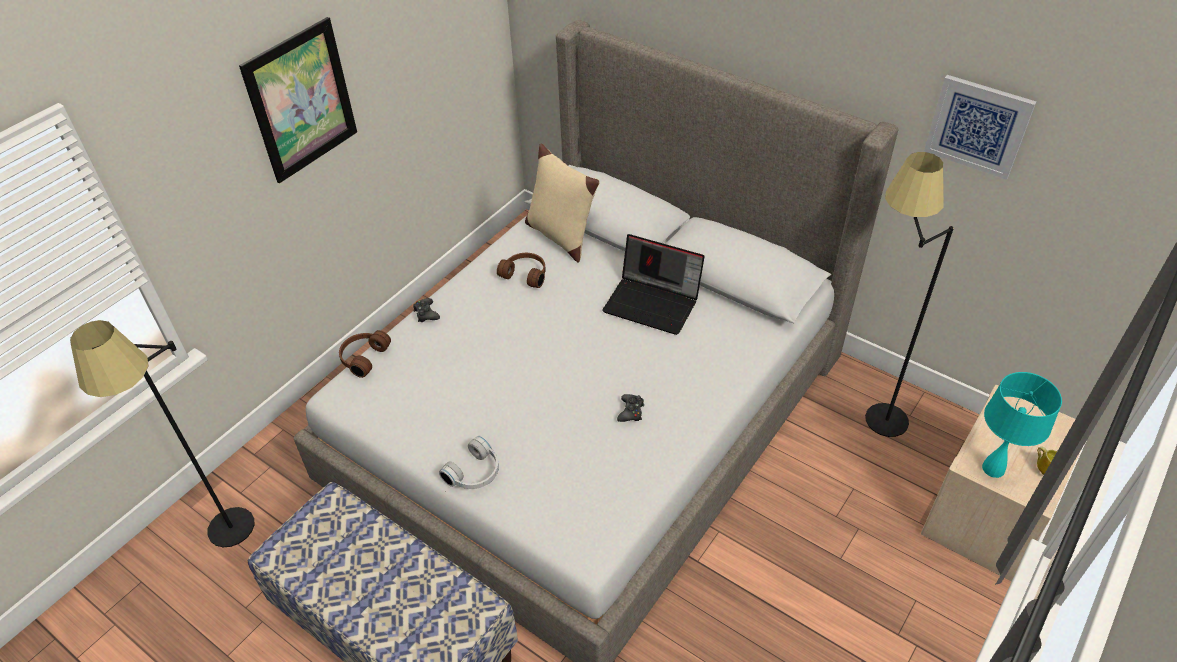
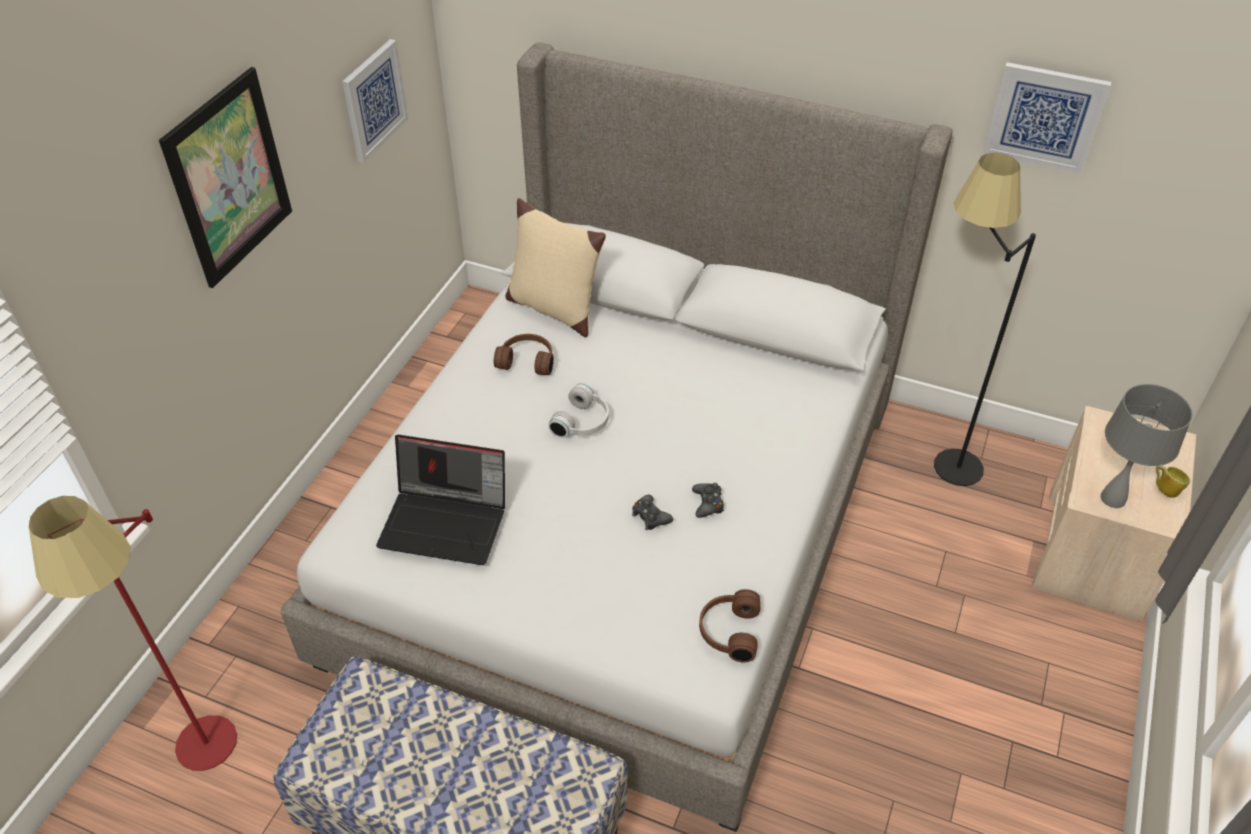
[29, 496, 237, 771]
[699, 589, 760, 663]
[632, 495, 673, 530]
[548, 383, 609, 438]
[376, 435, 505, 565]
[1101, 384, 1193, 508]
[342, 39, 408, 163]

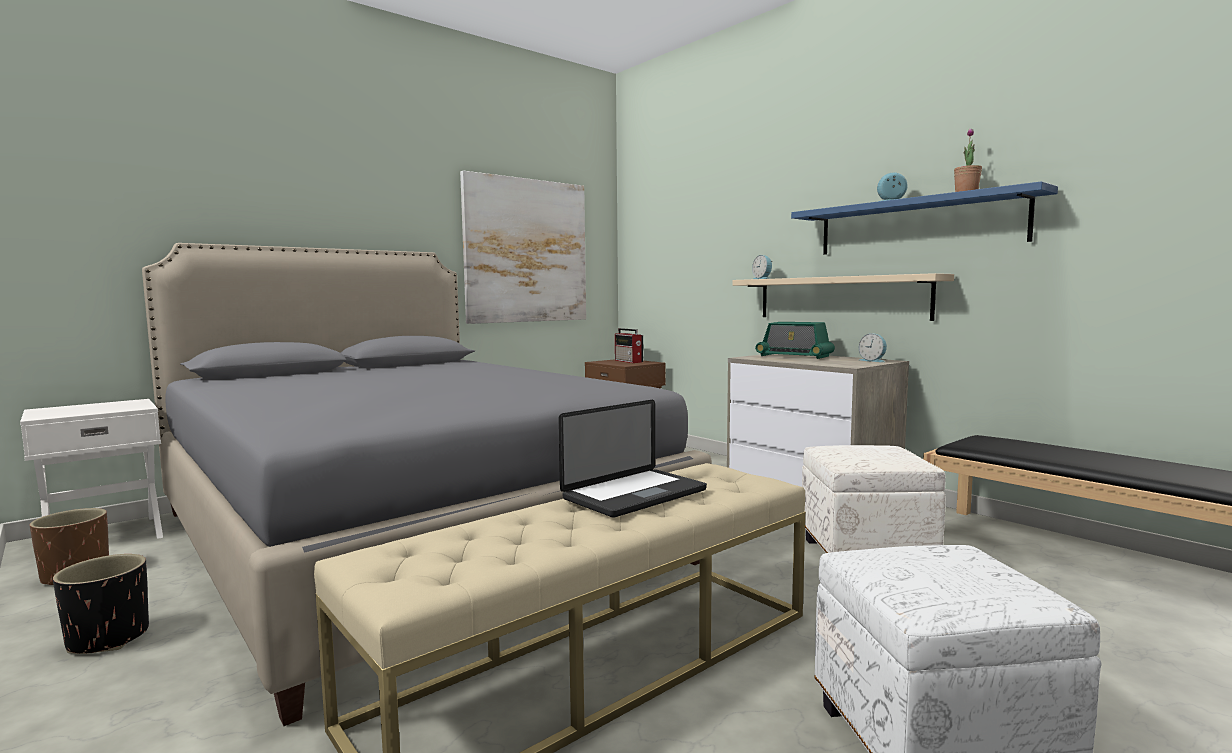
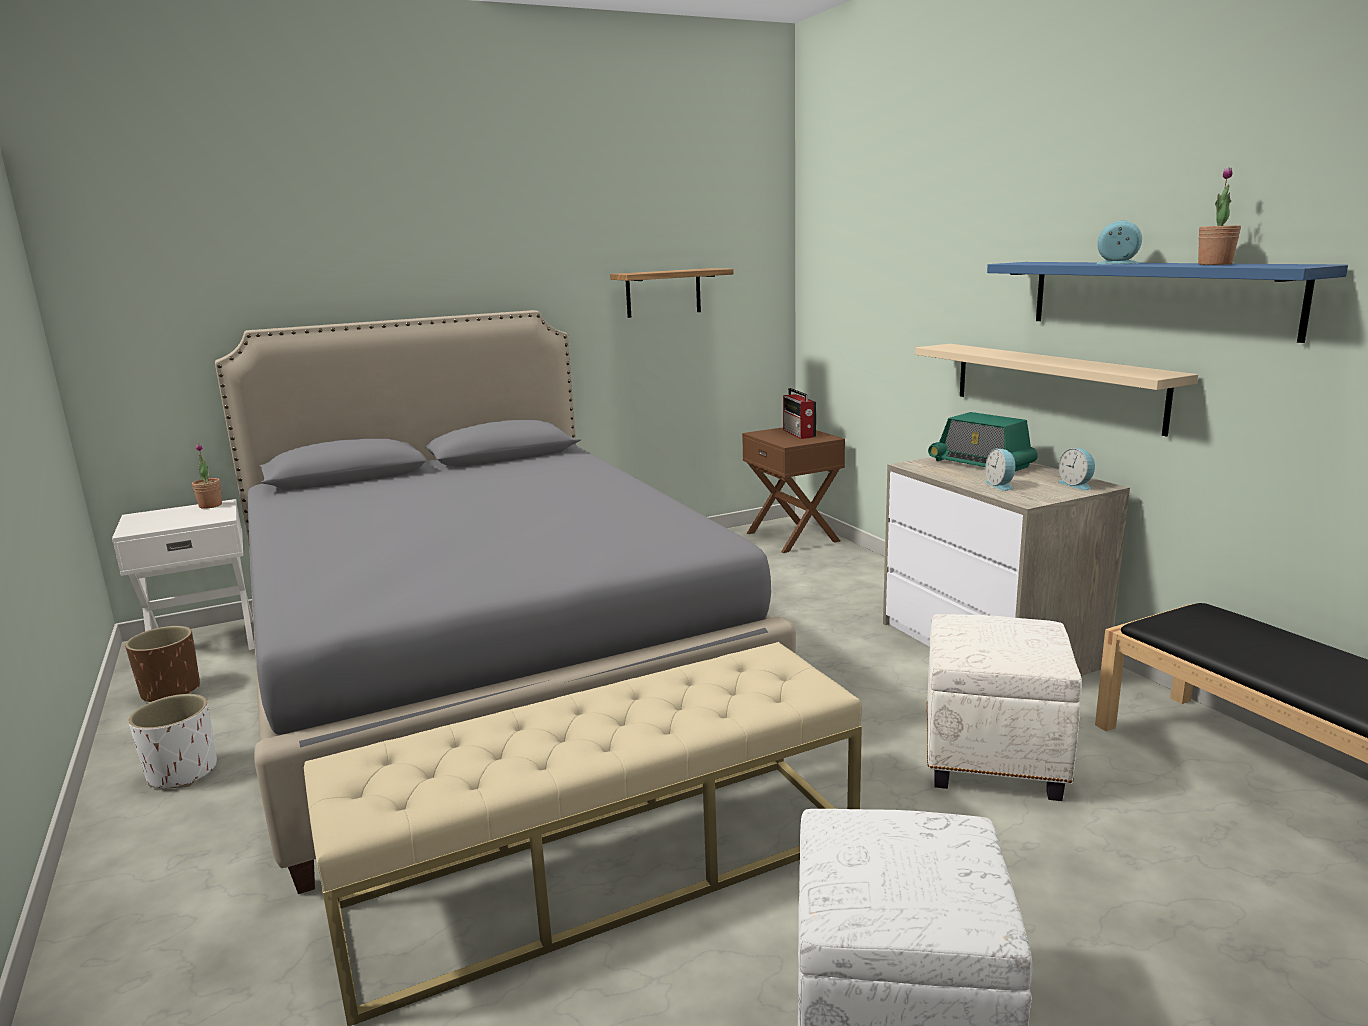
[129, 694, 217, 788]
[610, 268, 734, 318]
[559, 400, 707, 518] (first image)
[985, 449, 1017, 491]
[192, 443, 222, 509]

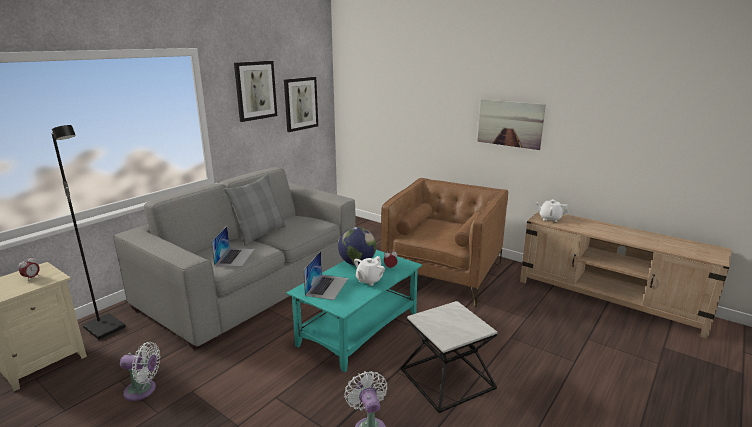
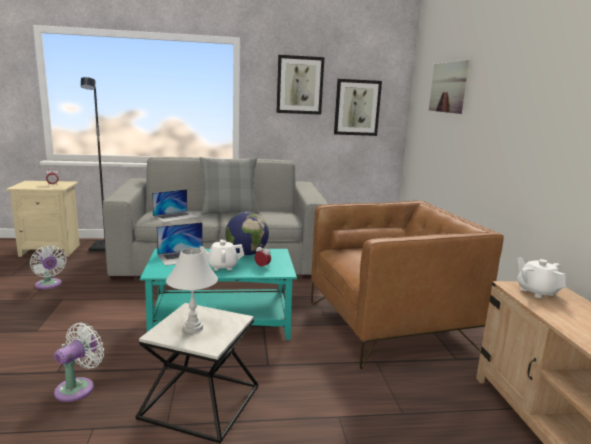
[429, 60, 469, 114]
[166, 248, 218, 333]

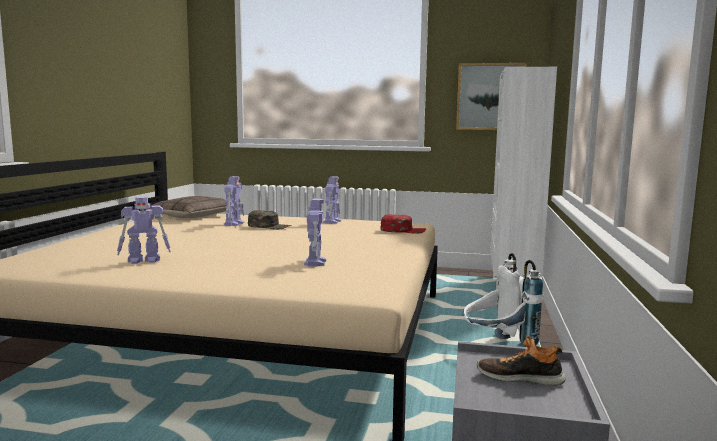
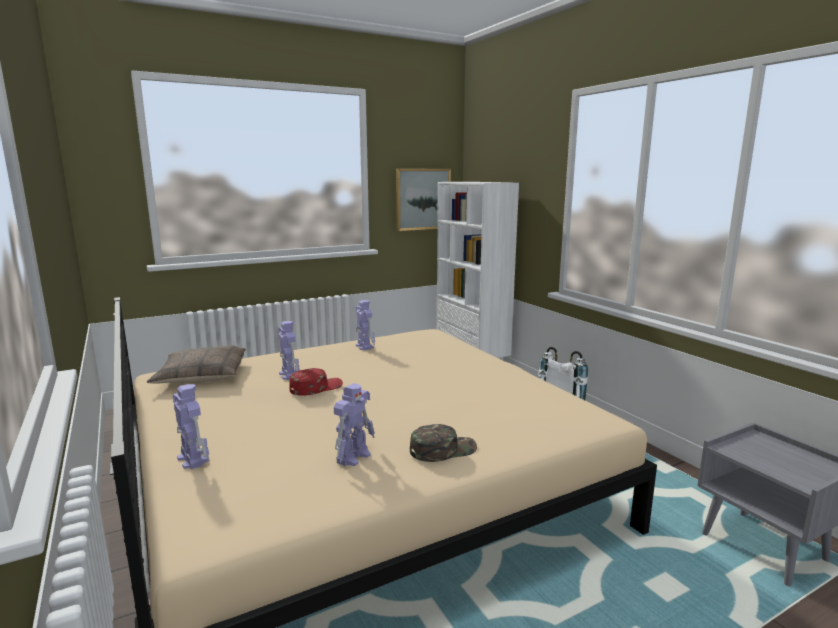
[410, 424, 477, 462]
[173, 384, 209, 469]
[289, 368, 343, 395]
[477, 335, 566, 386] (first image)

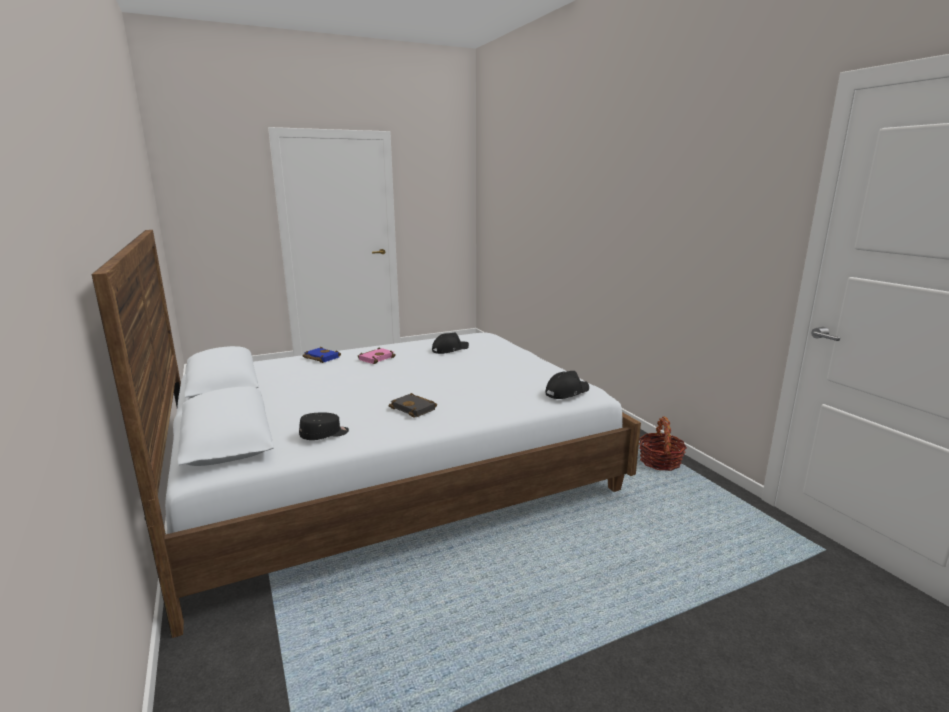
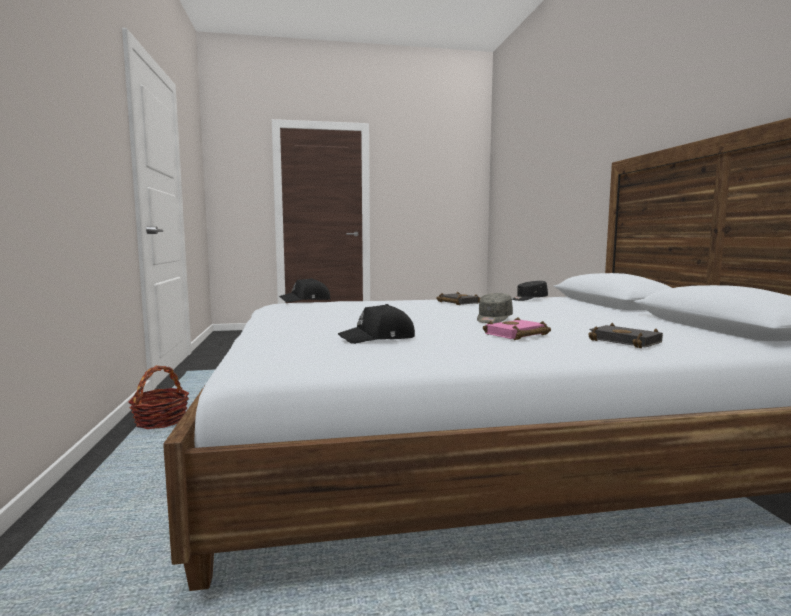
[588, 323, 663, 348]
[477, 293, 513, 323]

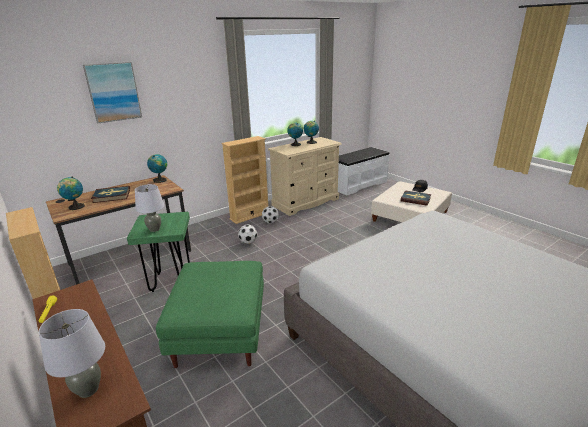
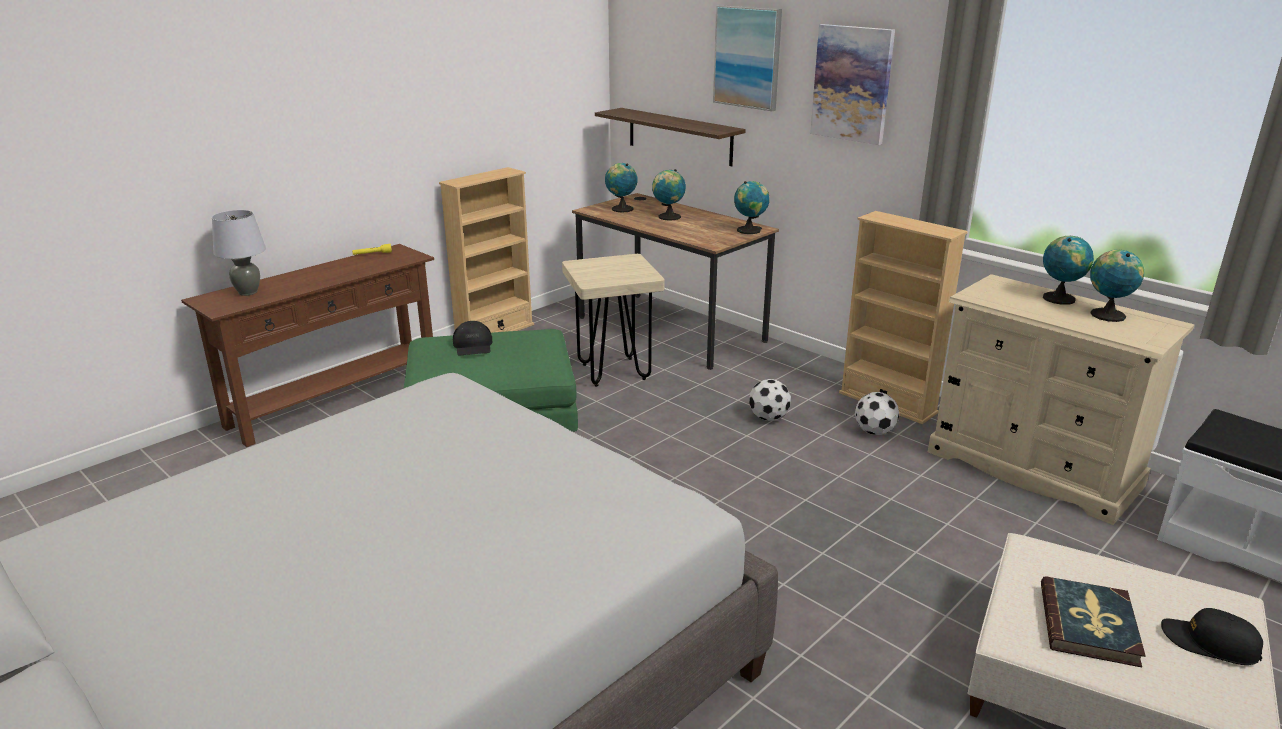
[652, 169, 686, 221]
[562, 254, 665, 387]
[135, 184, 165, 232] (first image)
[453, 321, 492, 356]
[595, 108, 746, 166]
[810, 24, 895, 145]

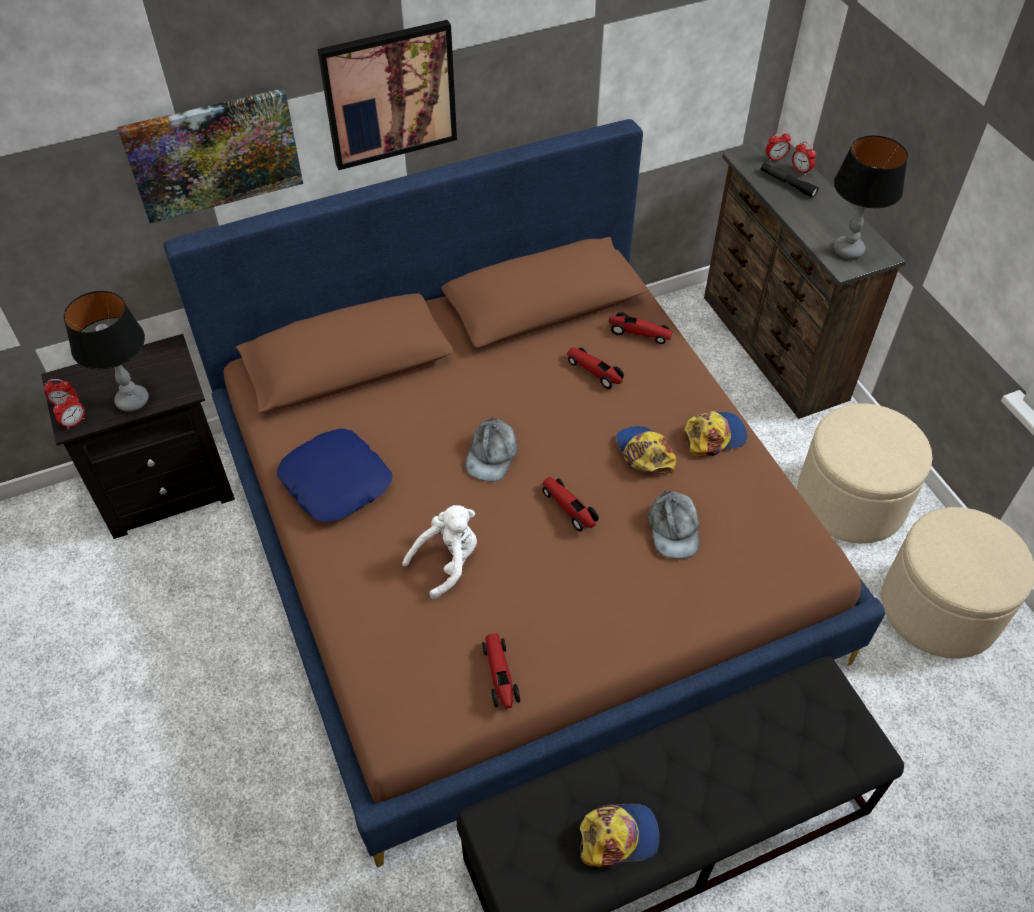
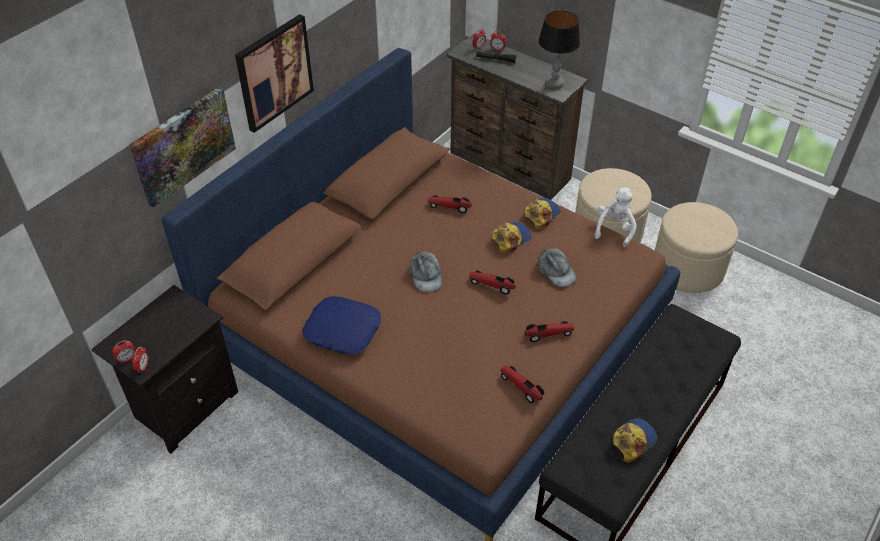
[64, 291, 149, 412] (first image)
[595, 187, 636, 247]
[524, 321, 574, 342]
[492, 222, 532, 253]

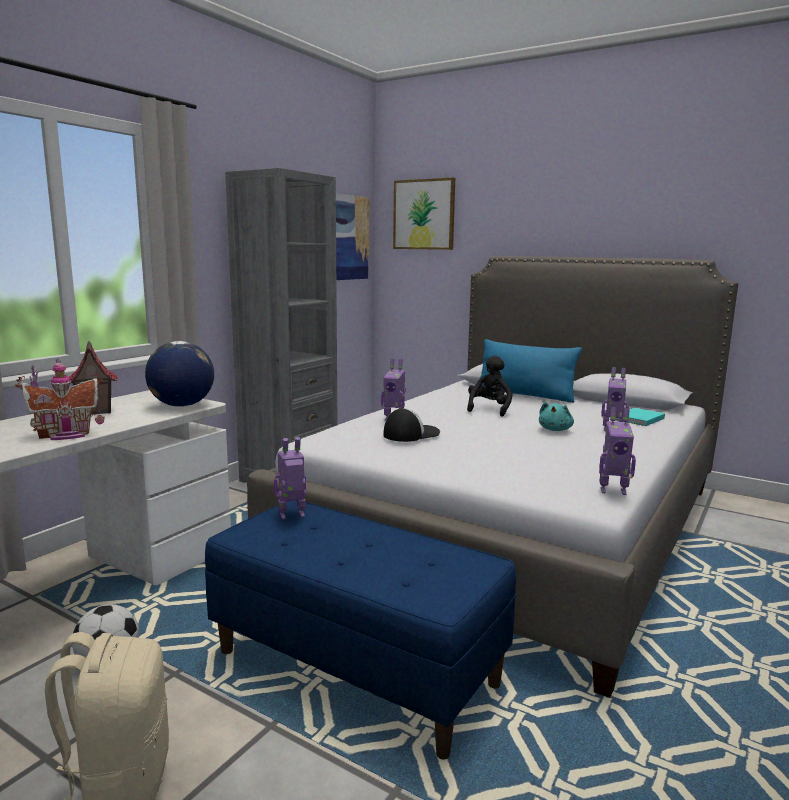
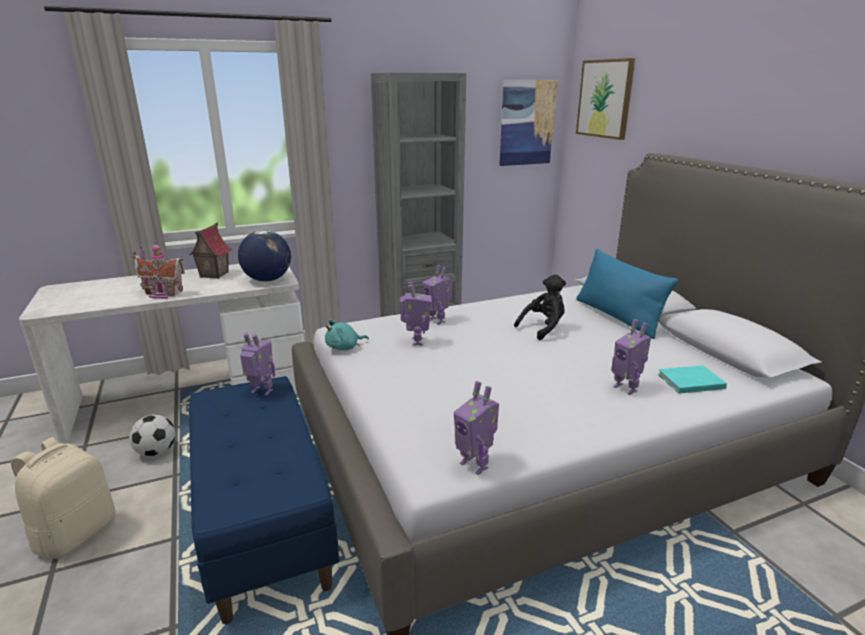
[400, 281, 432, 346]
[325, 319, 369, 351]

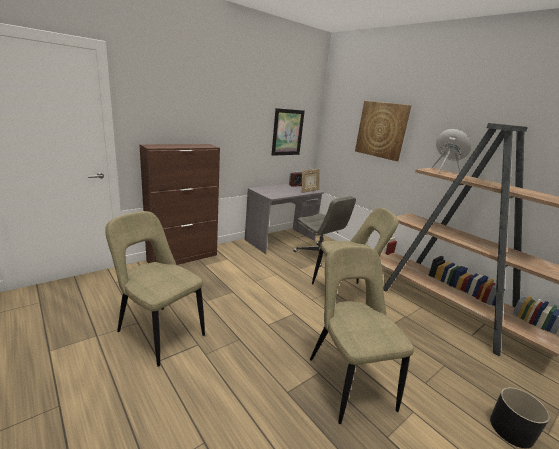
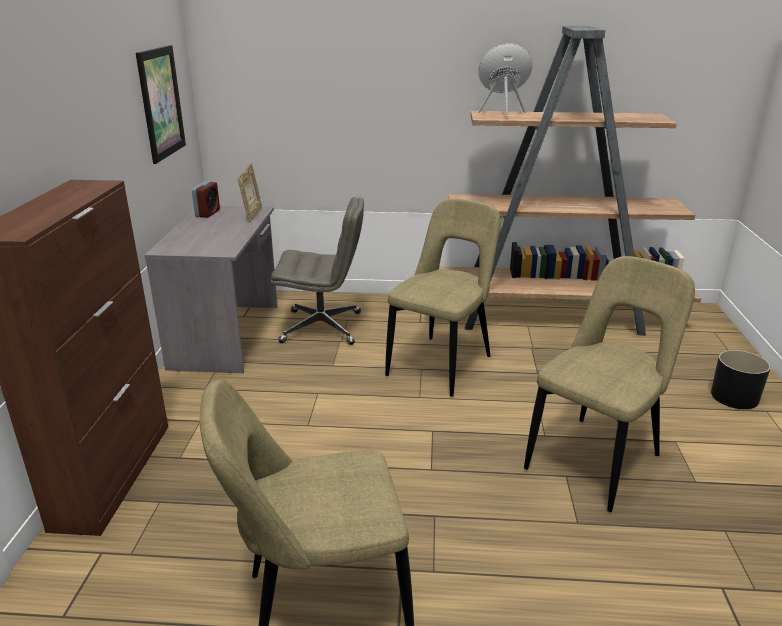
[524, 256, 695, 512]
[355, 101, 412, 161] (first image)

